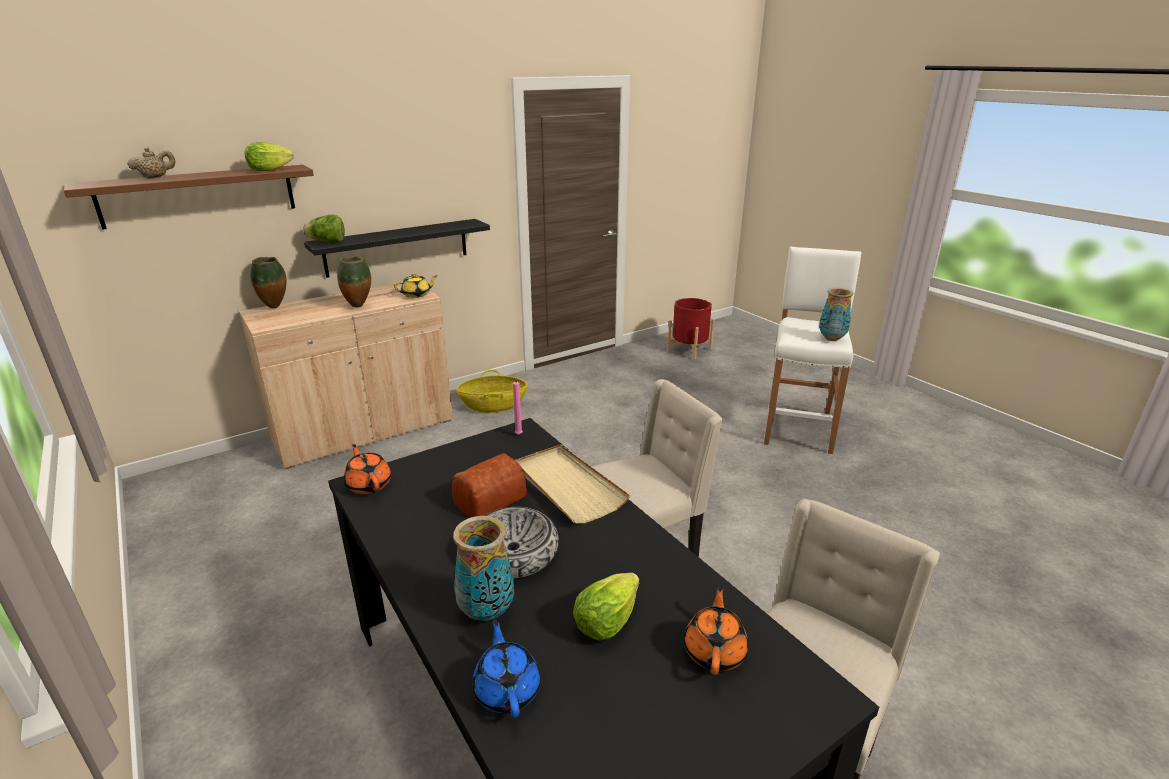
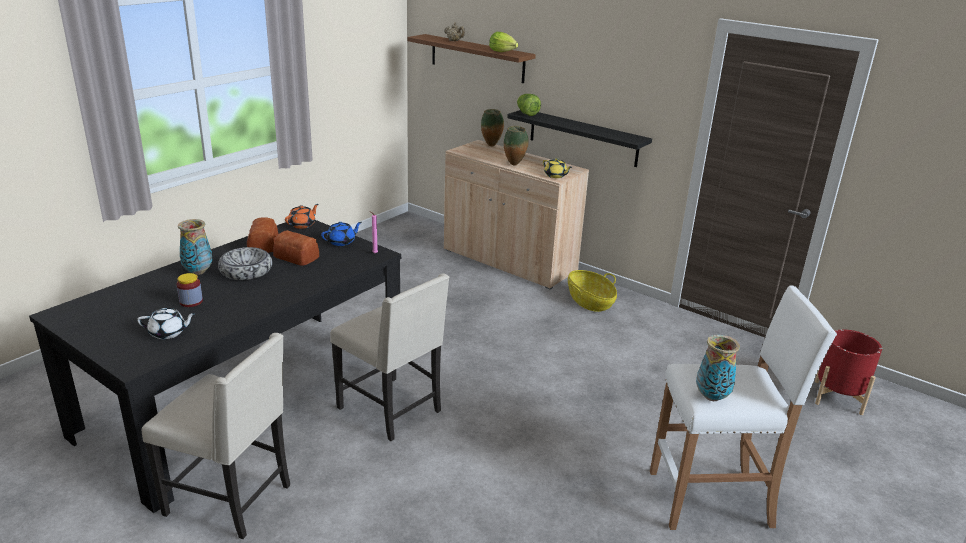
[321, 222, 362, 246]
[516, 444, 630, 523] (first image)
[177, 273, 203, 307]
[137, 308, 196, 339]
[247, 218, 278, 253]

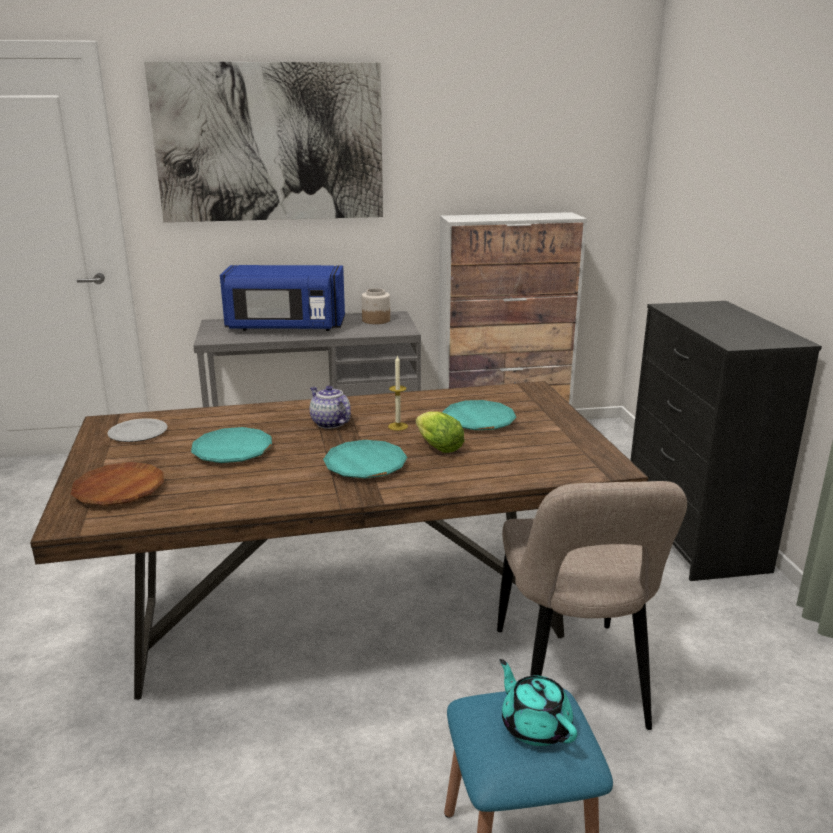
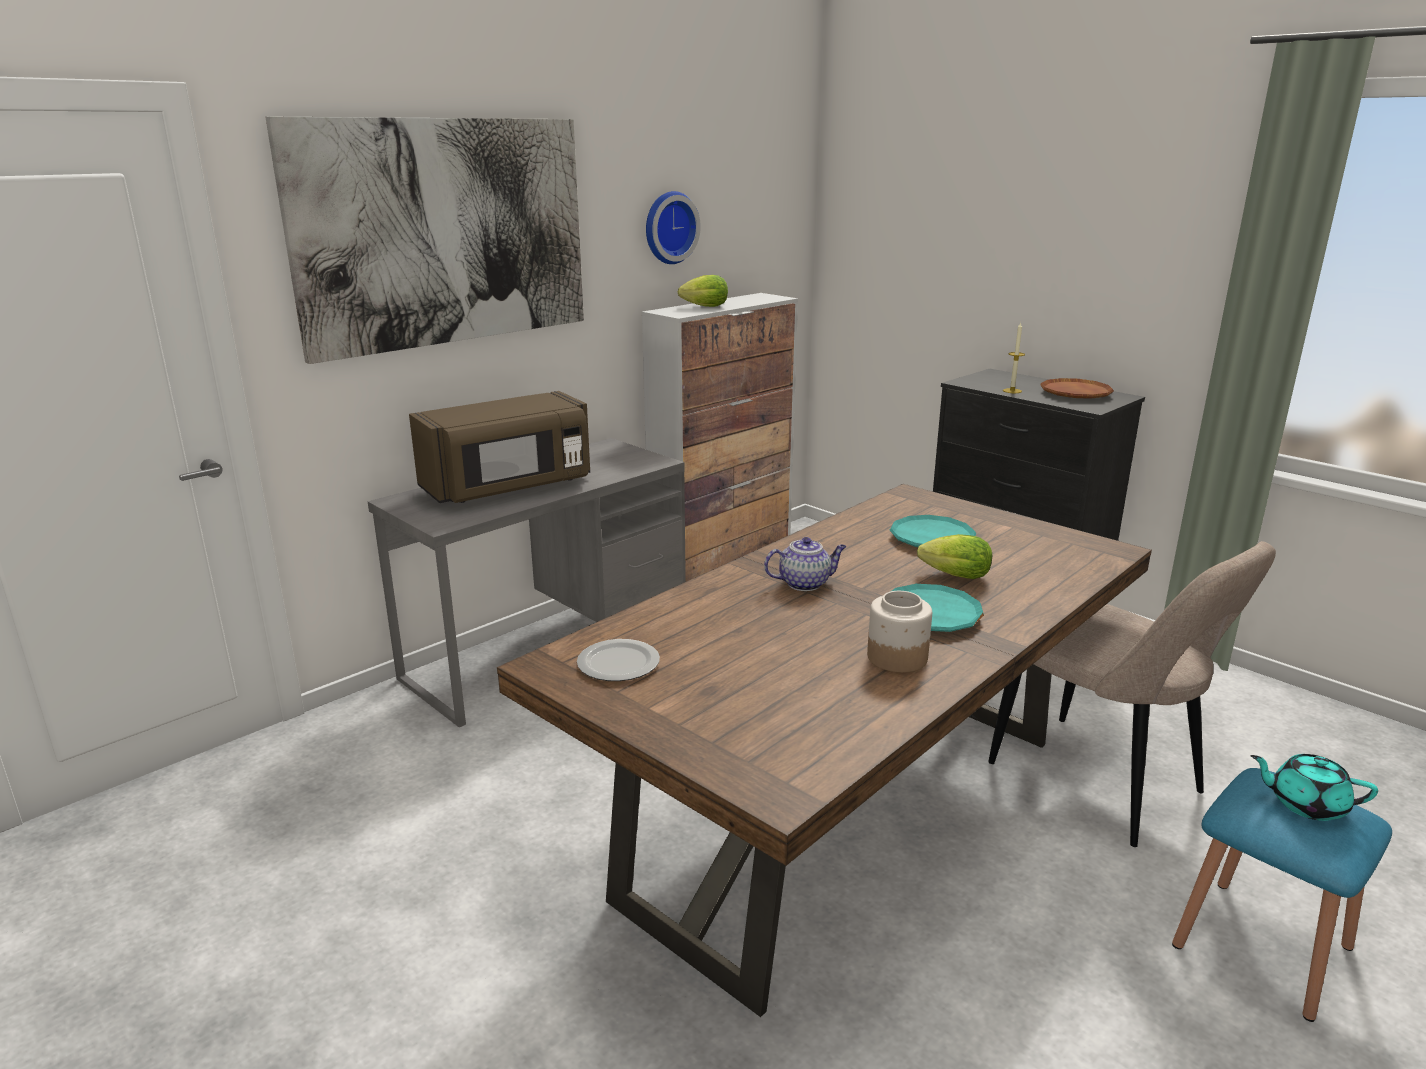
[1040, 378, 1114, 399]
[191, 427, 272, 463] (first image)
[409, 391, 590, 503]
[764, 537, 846, 591]
[867, 591, 932, 672]
[1003, 322, 1025, 393]
[646, 191, 701, 264]
[678, 275, 728, 307]

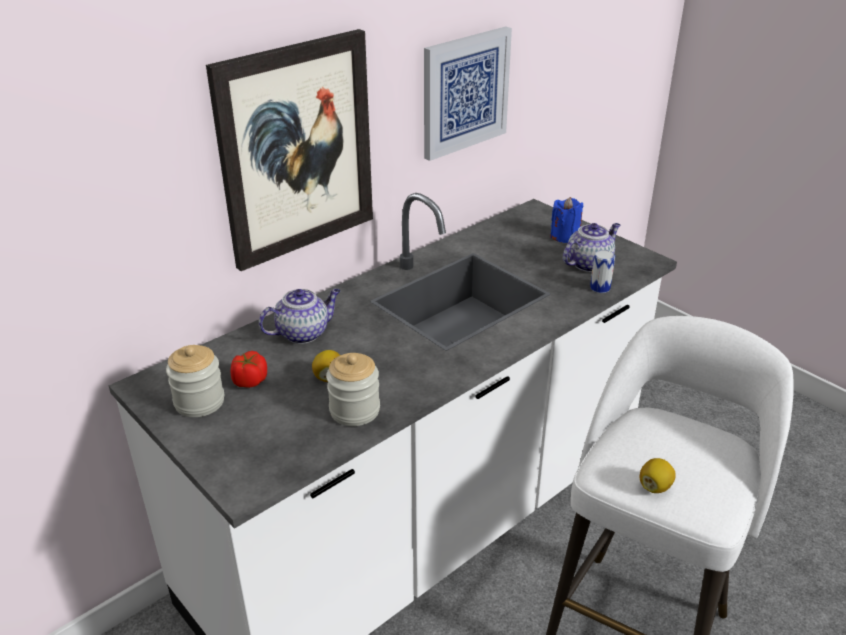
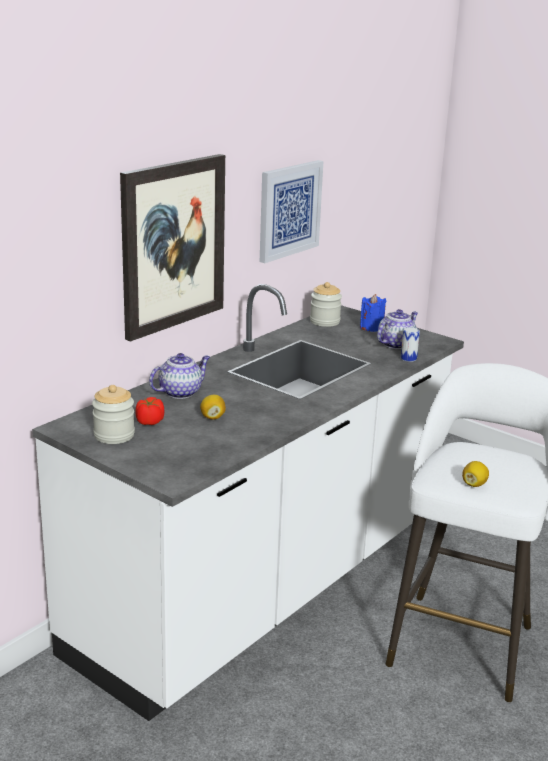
[310, 282, 342, 327]

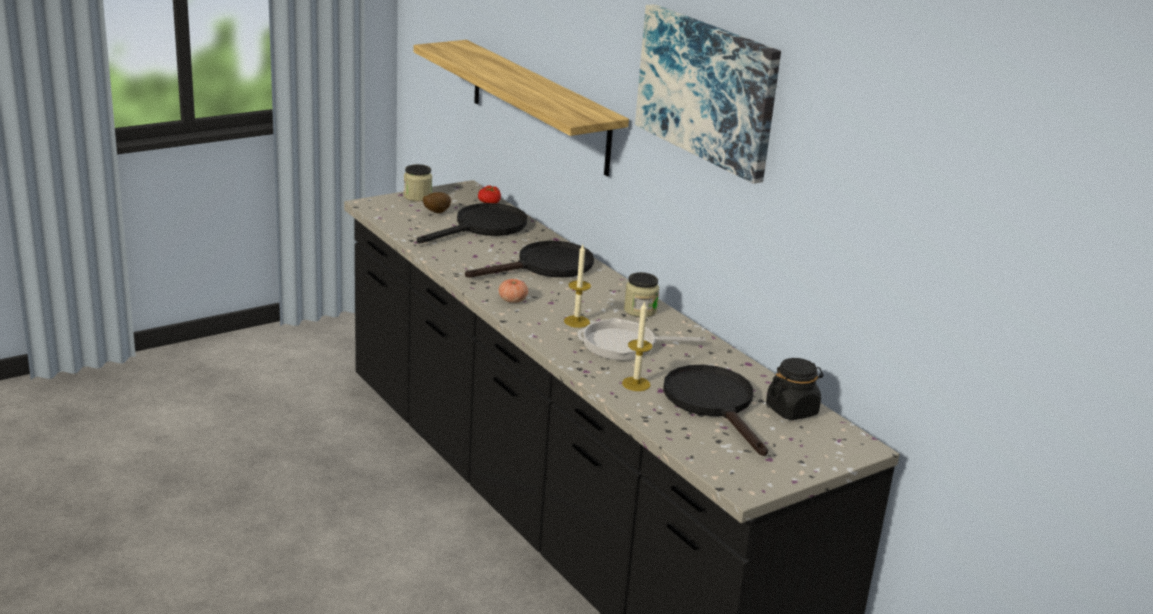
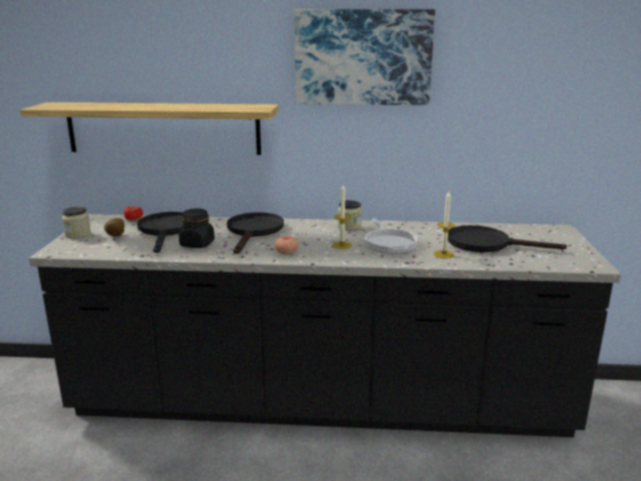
[364, 218, 418, 254]
[179, 208, 215, 248]

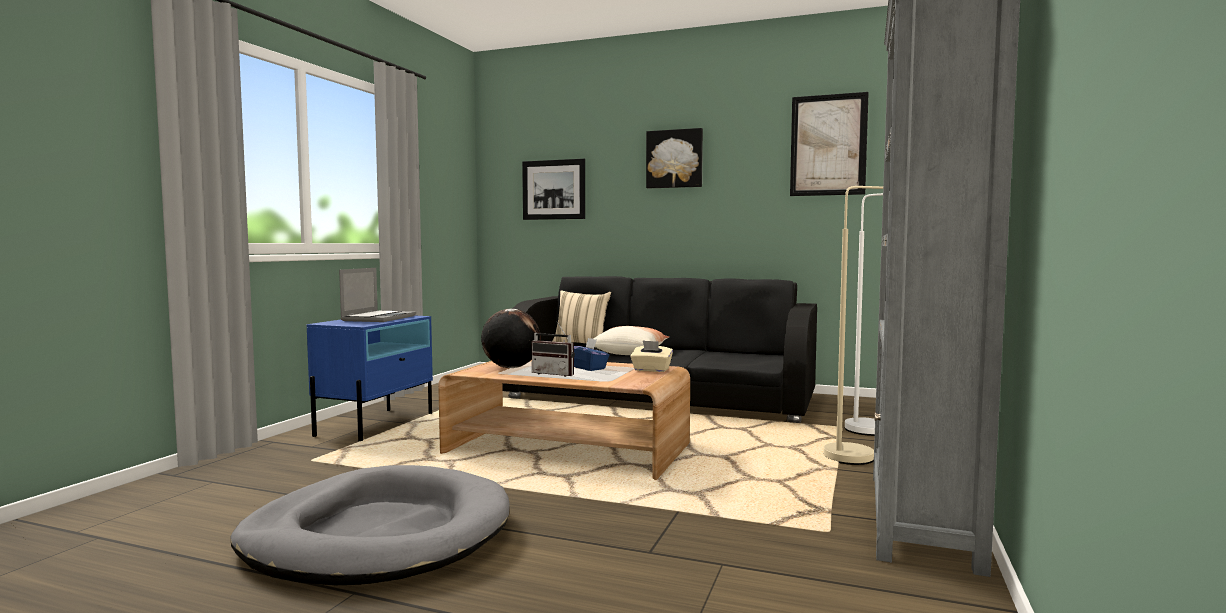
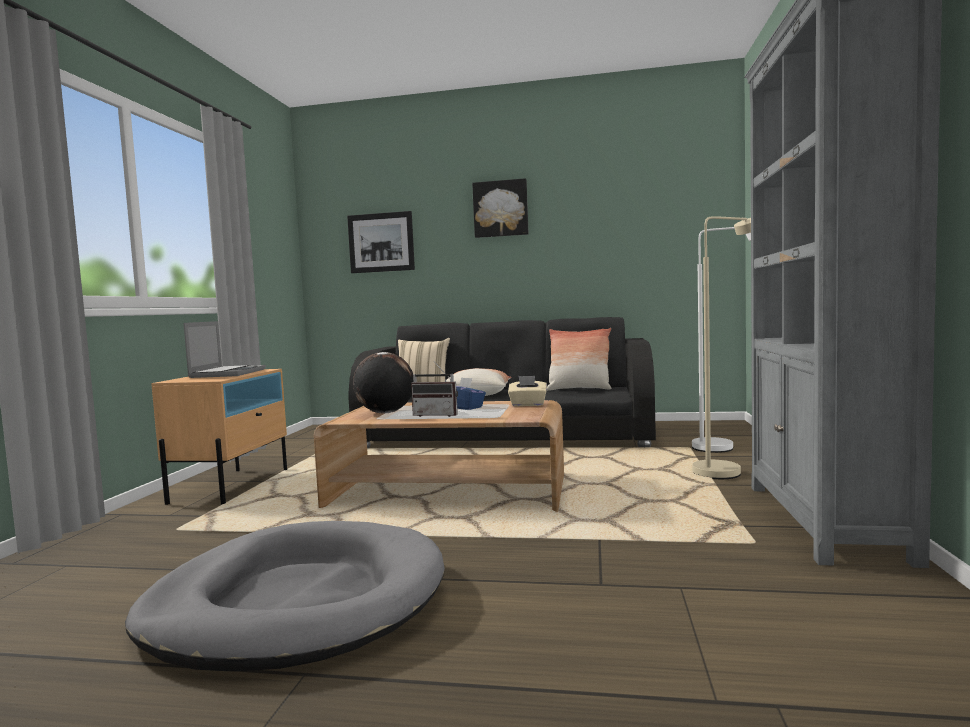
[151, 369, 287, 505]
[790, 92, 869, 196] (first image)
[547, 328, 611, 391]

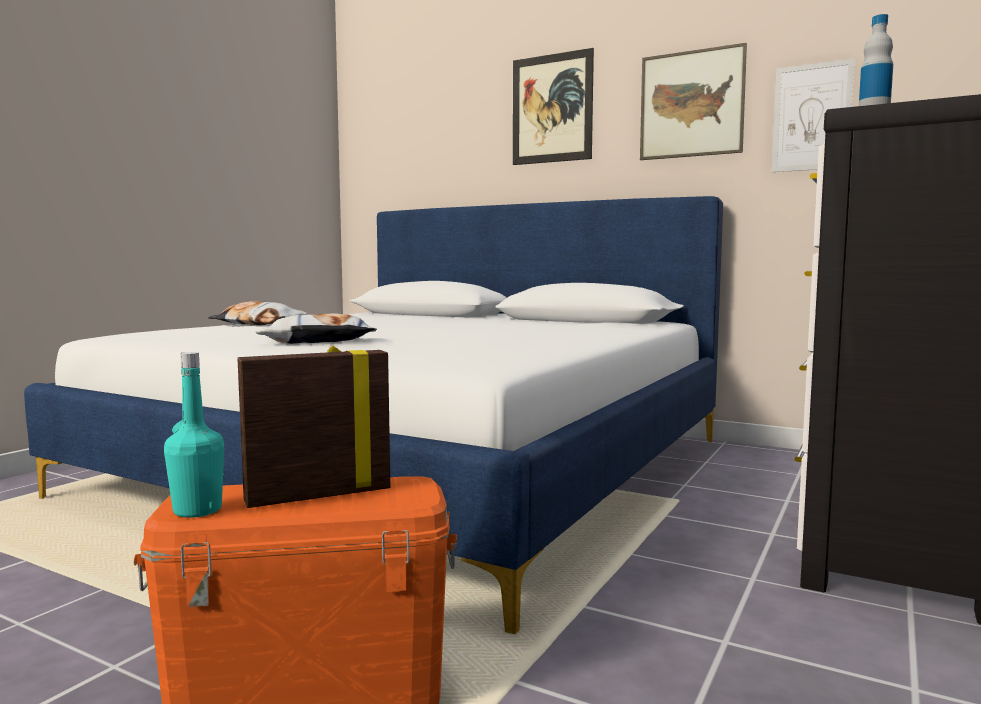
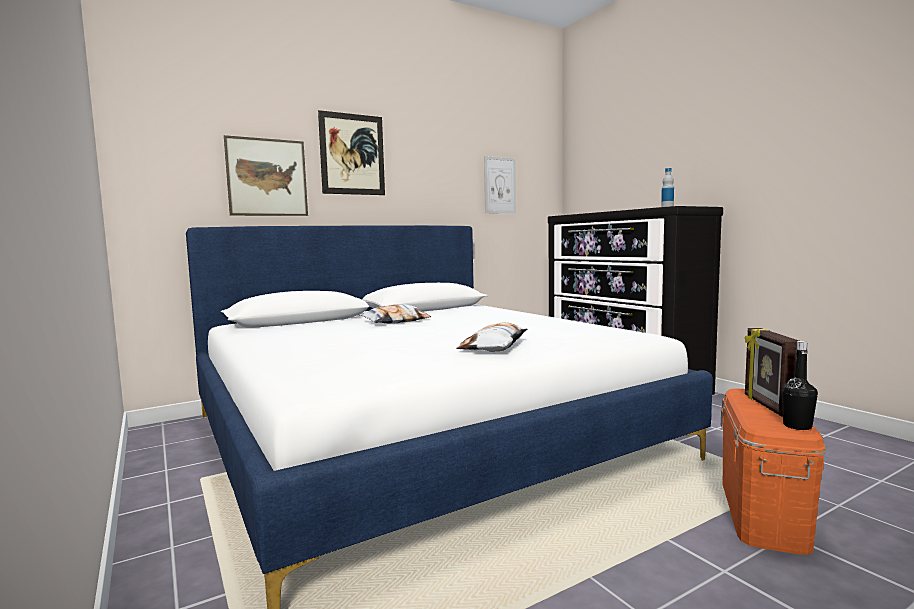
[782, 341, 818, 430]
[359, 304, 431, 324]
[224, 135, 308, 216]

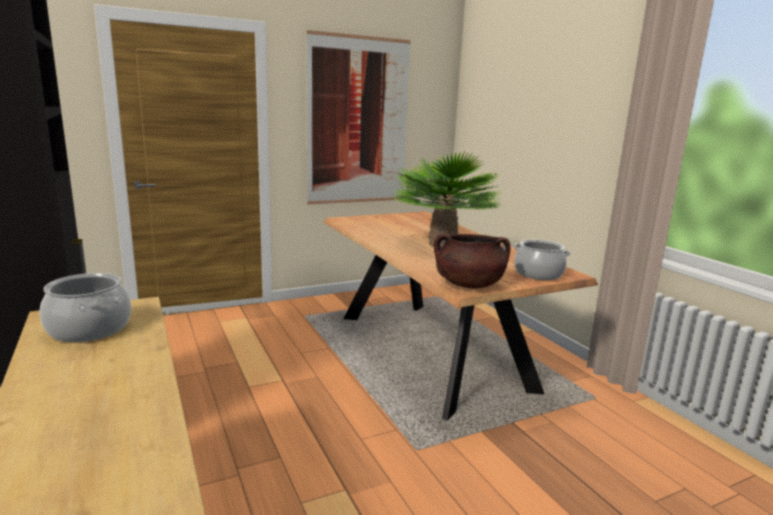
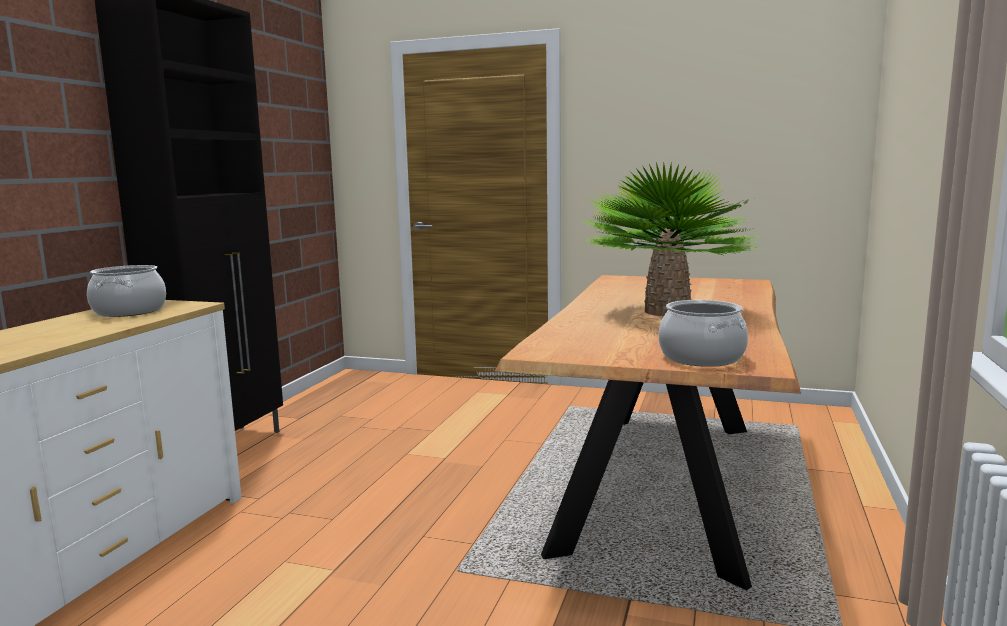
[307, 30, 411, 205] (first image)
[434, 234, 510, 288] (first image)

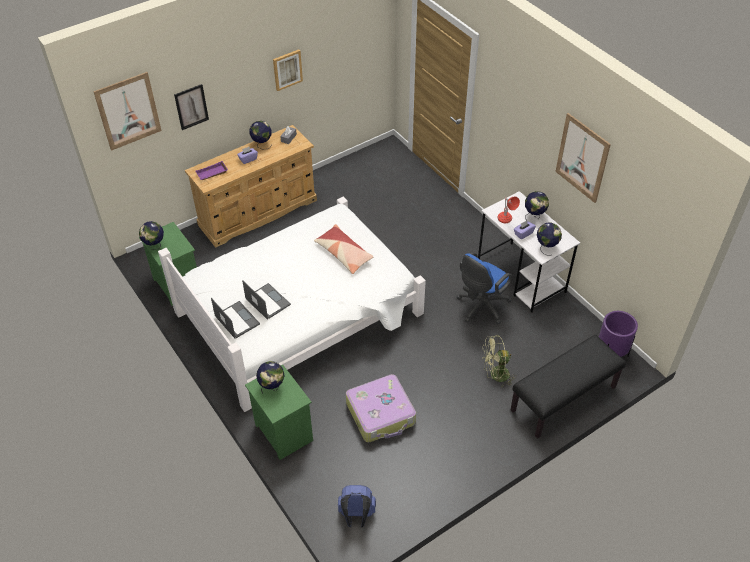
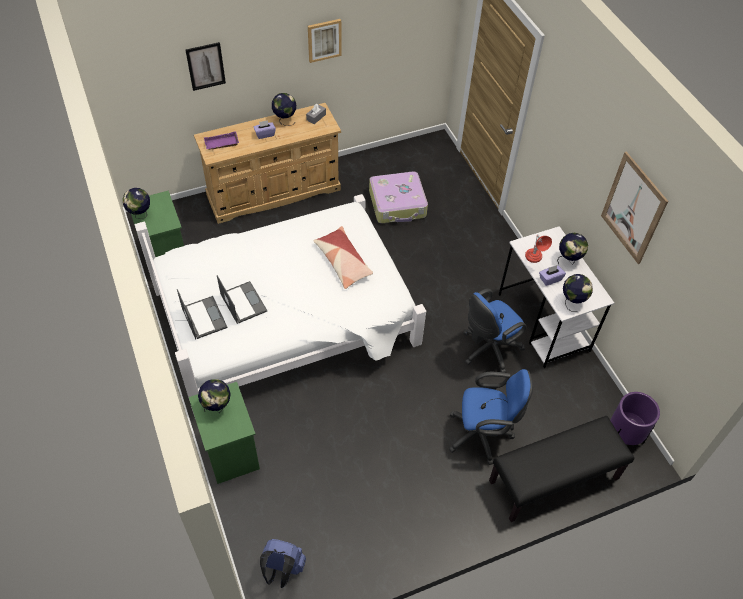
[93, 72, 162, 151] (first image)
[369, 171, 428, 223]
[449, 369, 533, 465]

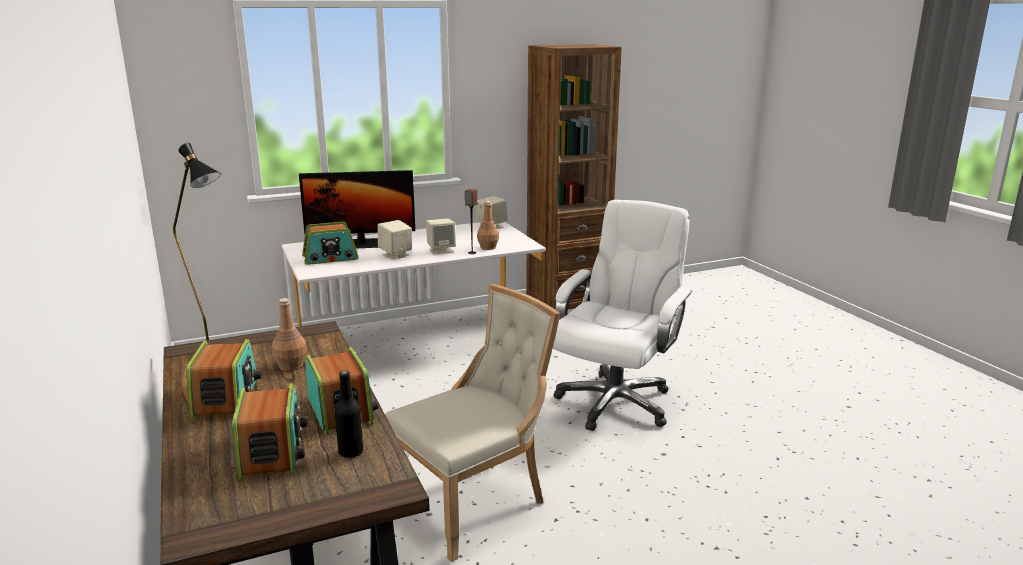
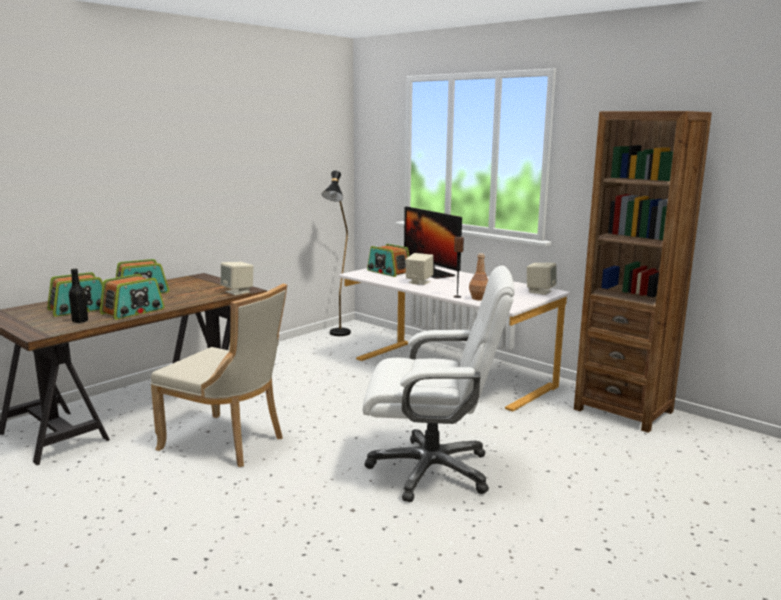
[272, 298, 307, 371] (first image)
[221, 262, 253, 295]

